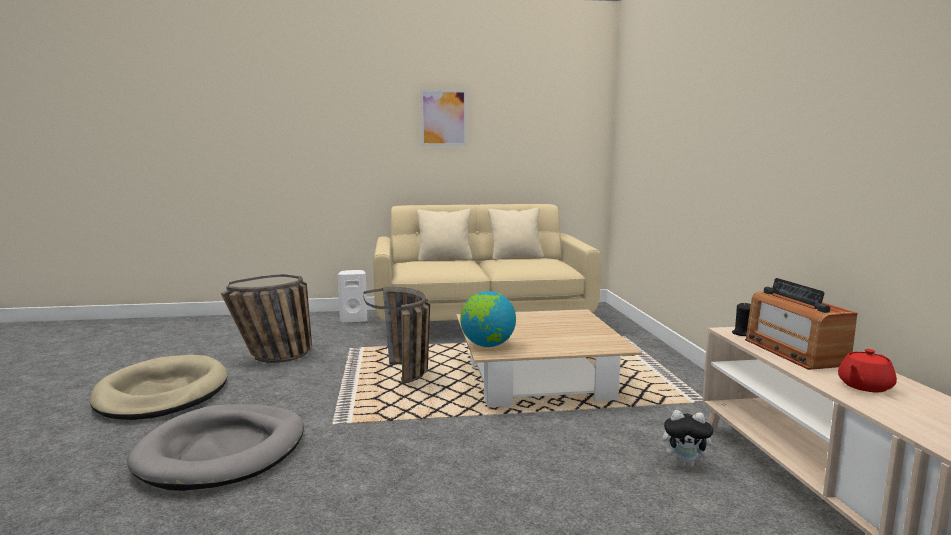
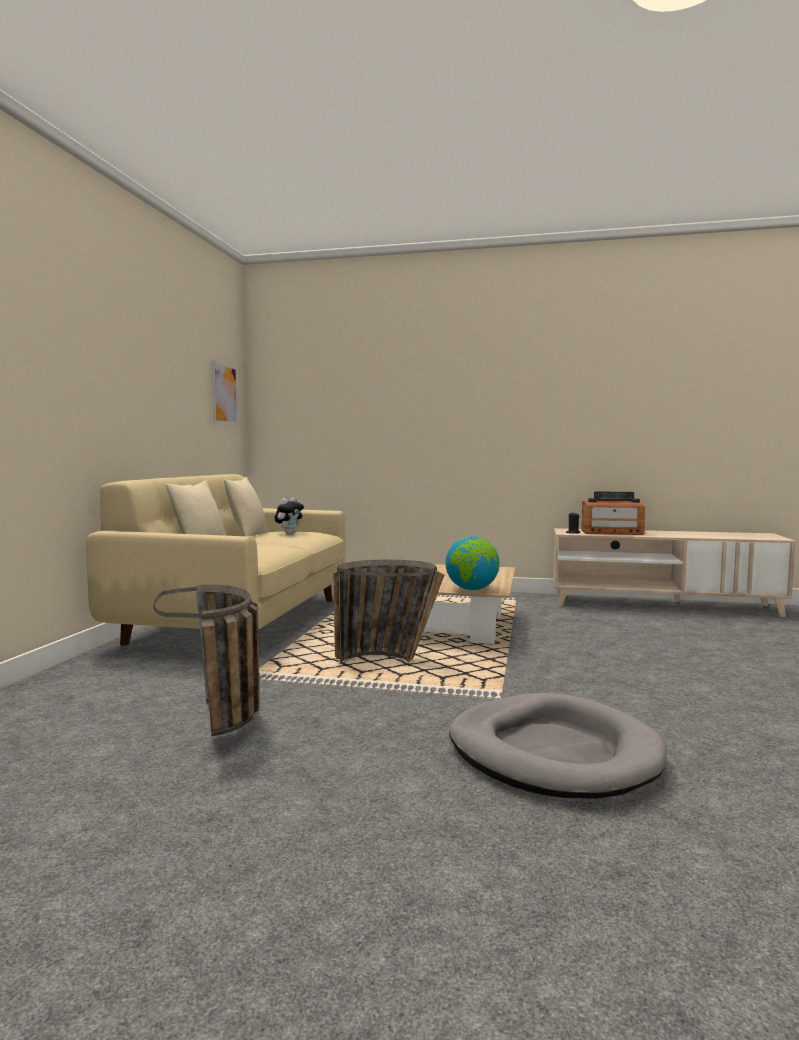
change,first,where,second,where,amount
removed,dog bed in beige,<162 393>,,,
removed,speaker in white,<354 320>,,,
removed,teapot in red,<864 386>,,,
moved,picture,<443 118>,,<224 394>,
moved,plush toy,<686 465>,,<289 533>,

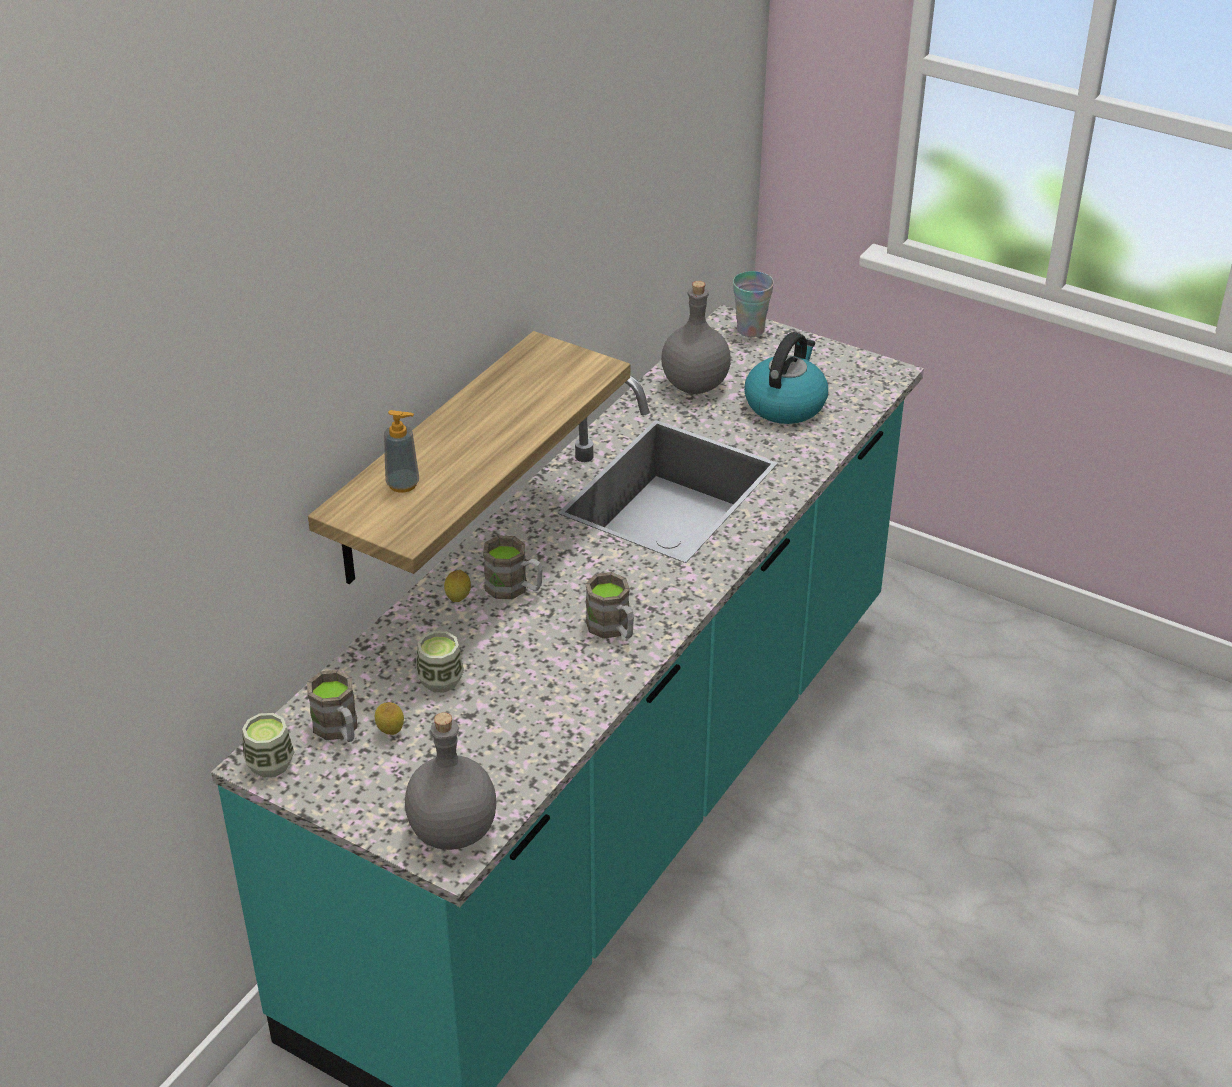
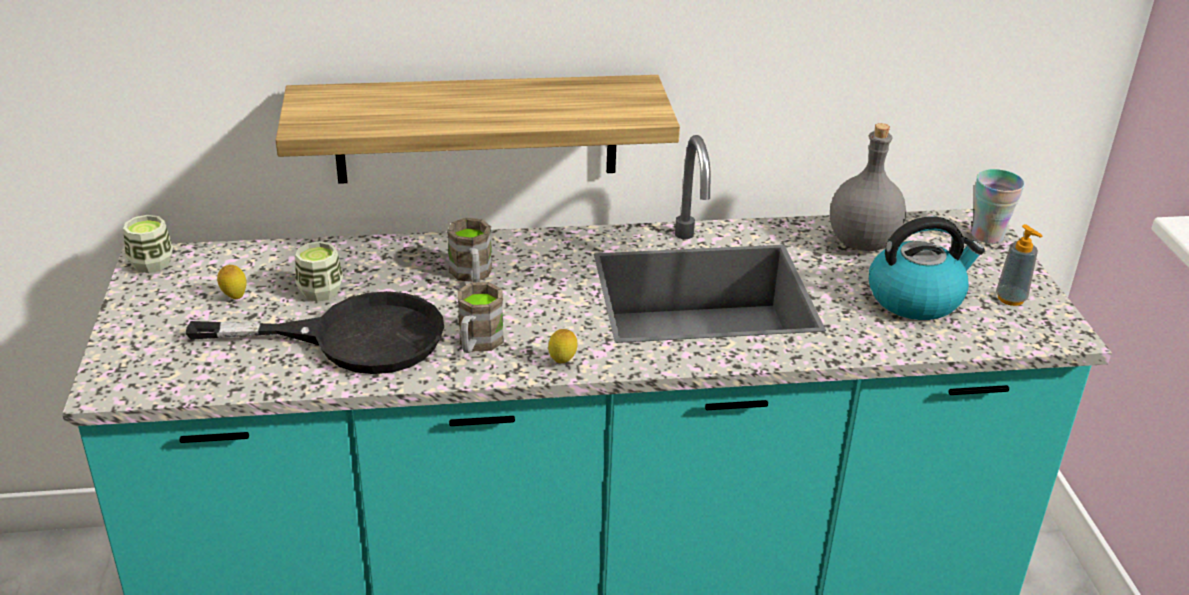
change,first,where,second,where,amount
removed,mug in brown,<339 730>,,,
removed,bottle in grey,<451 831>,,,
added,,,frying pan in black,<354 338>,
moved,soap dispenser,<403 484>,,<1010 298>,
moved,lemon,<458 600>,,<562 362>,

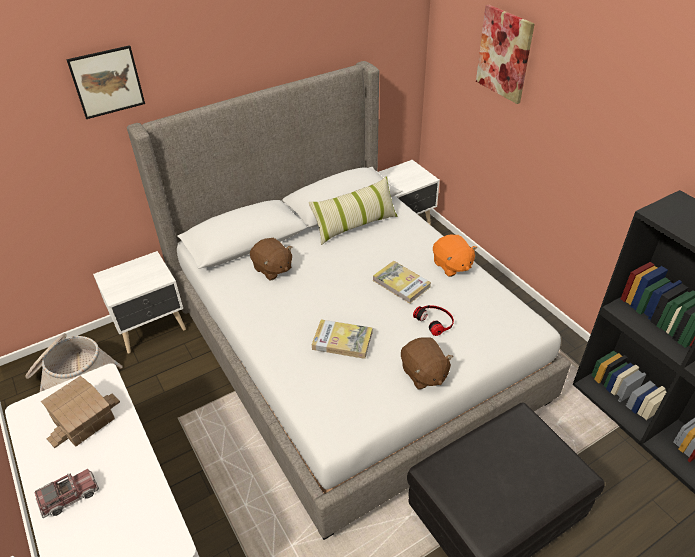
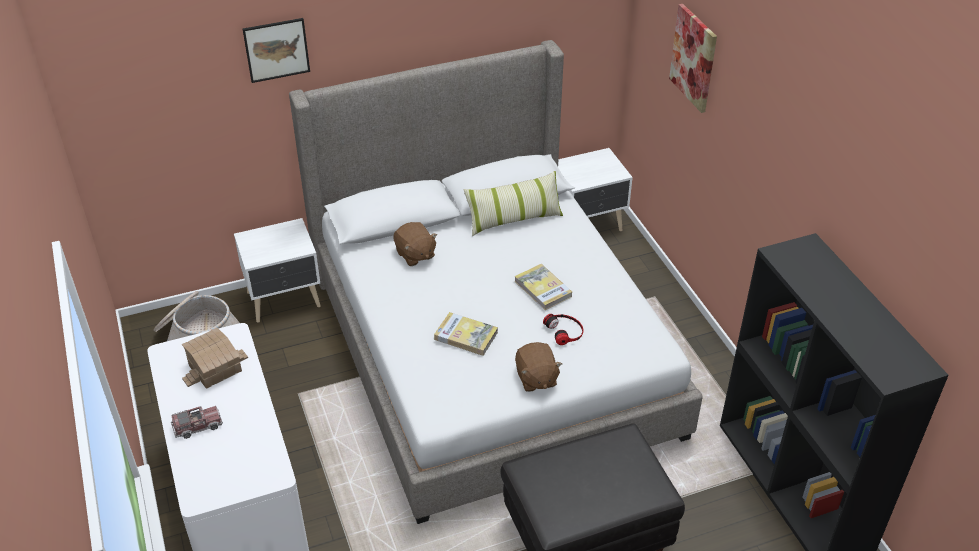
change,first,where,second,where,amount
removed,plush toy in orange,<452 266>,,,

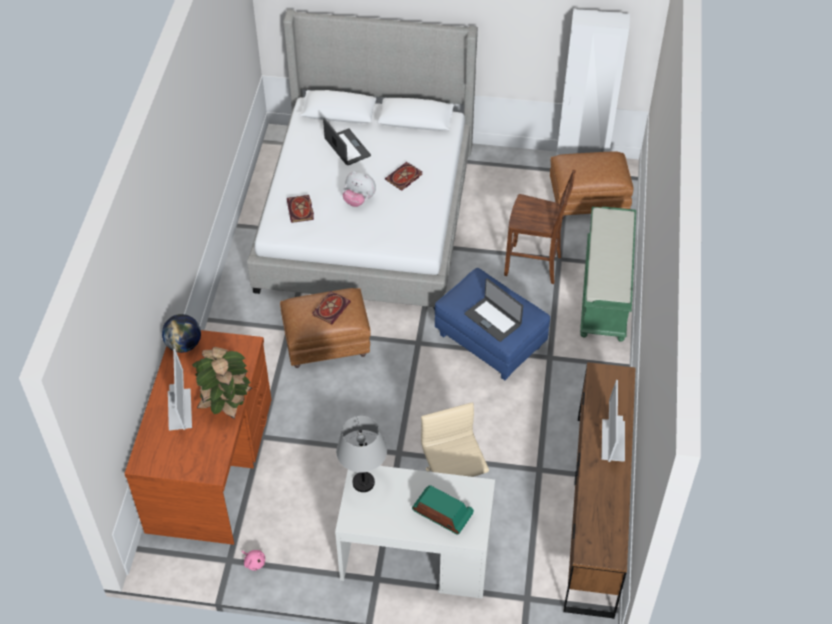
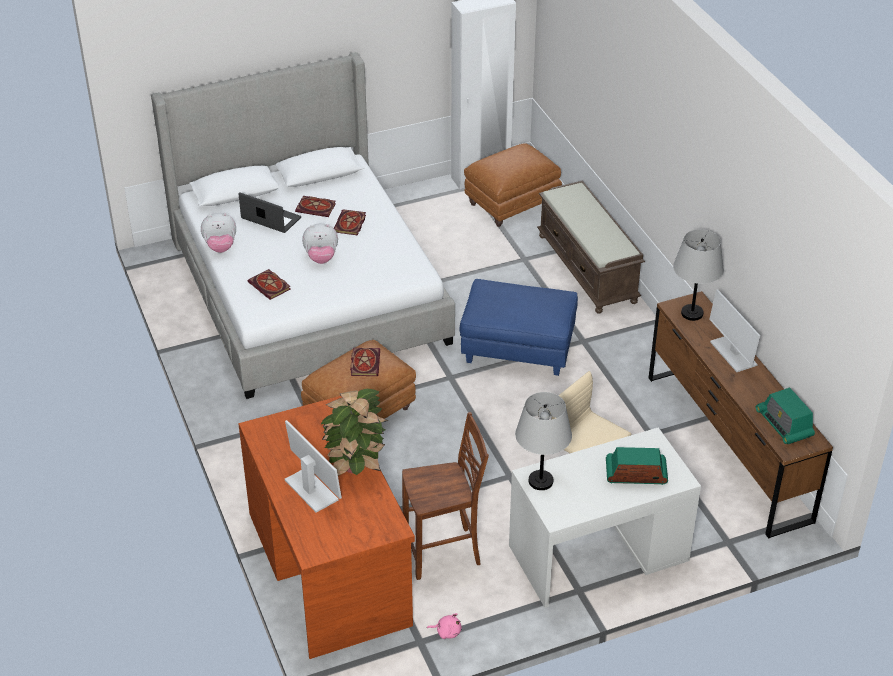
change,first,where,second,where,amount
removed,globe,<184 345>,,,
removed,laptop,<493 319>,,,
added,,,plush toy,<220 247>,
added,,,book,<317 208>,
added,,,table lamp in grey,<692 313>,
added,,,radio,<784 425>,
moved,chair in brown,<534 266>,,<444 552>,
recoloured,bench in green,<606 290>,bench in brown,<588 269>,

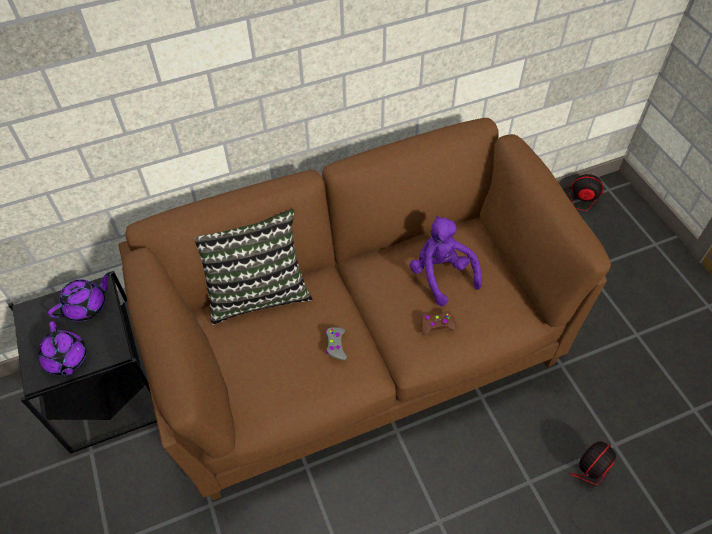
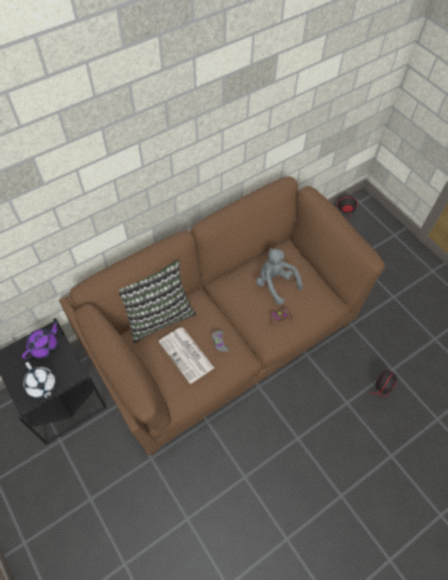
change,first,where,second,where,amount
added,,,newspaper,<187 355>,
recoloured,teapot in purple,<66 360>,teapot in white,<42 385>,
recoloured,plush toy in purple,<441 275>,plush toy in grey,<275 284>,

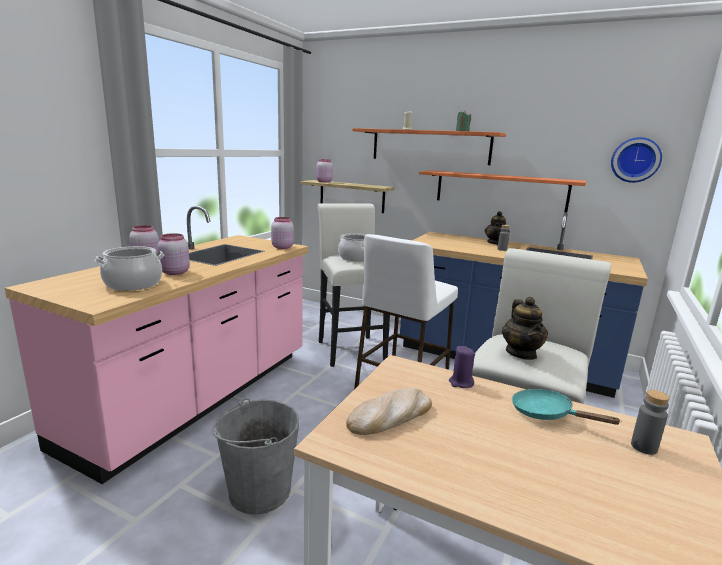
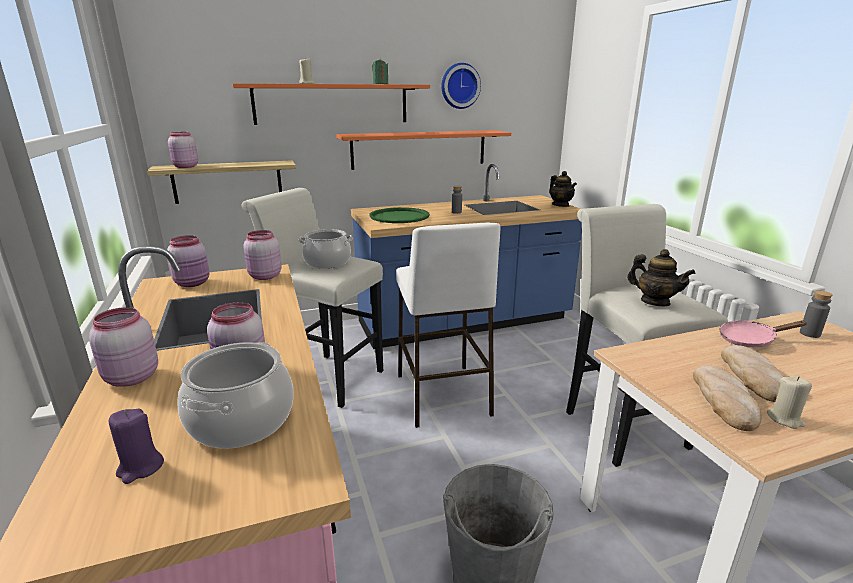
change,first,where,second,where,amount
added,,,jar in pink,<193 283>,
added,,,tray in green,<399 216>,
added,,,bread,<753 376>,
added,,,candle in beige,<785 419>,
moved,candle in purple,<461 383>,,<140 468>,
moved,teapot,<495 243>,,<560 205>,
moved,wall clock,<635 160>,,<459 86>,
recoloured,frying pan in turquoise,<547 414>,frying pan in pink,<750 340>,

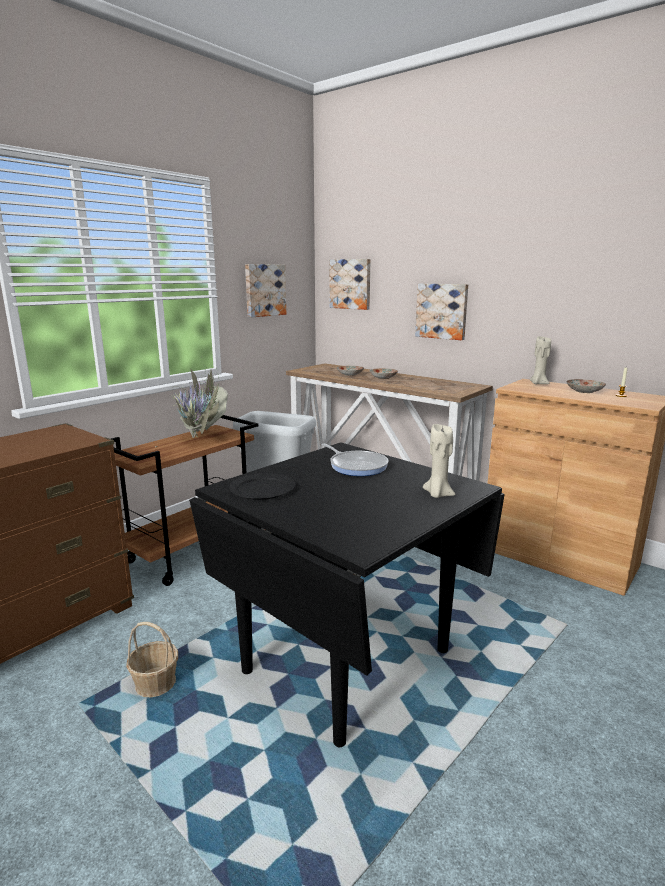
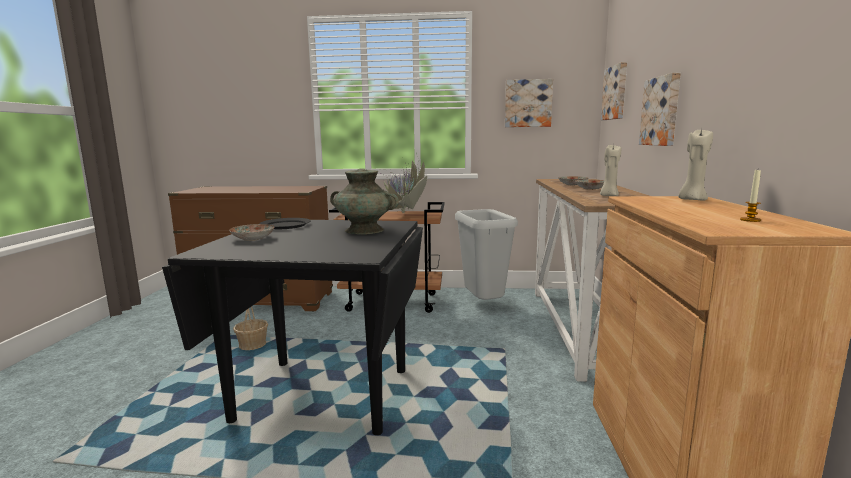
change,first,where,second,where,amount
moved,candle in beige,<437 494>,,<608 196>,
moved,plate,<584 391>,,<253 238>,
replaced,frying pan,<356 466>,vase in turquoise,<364 230>,

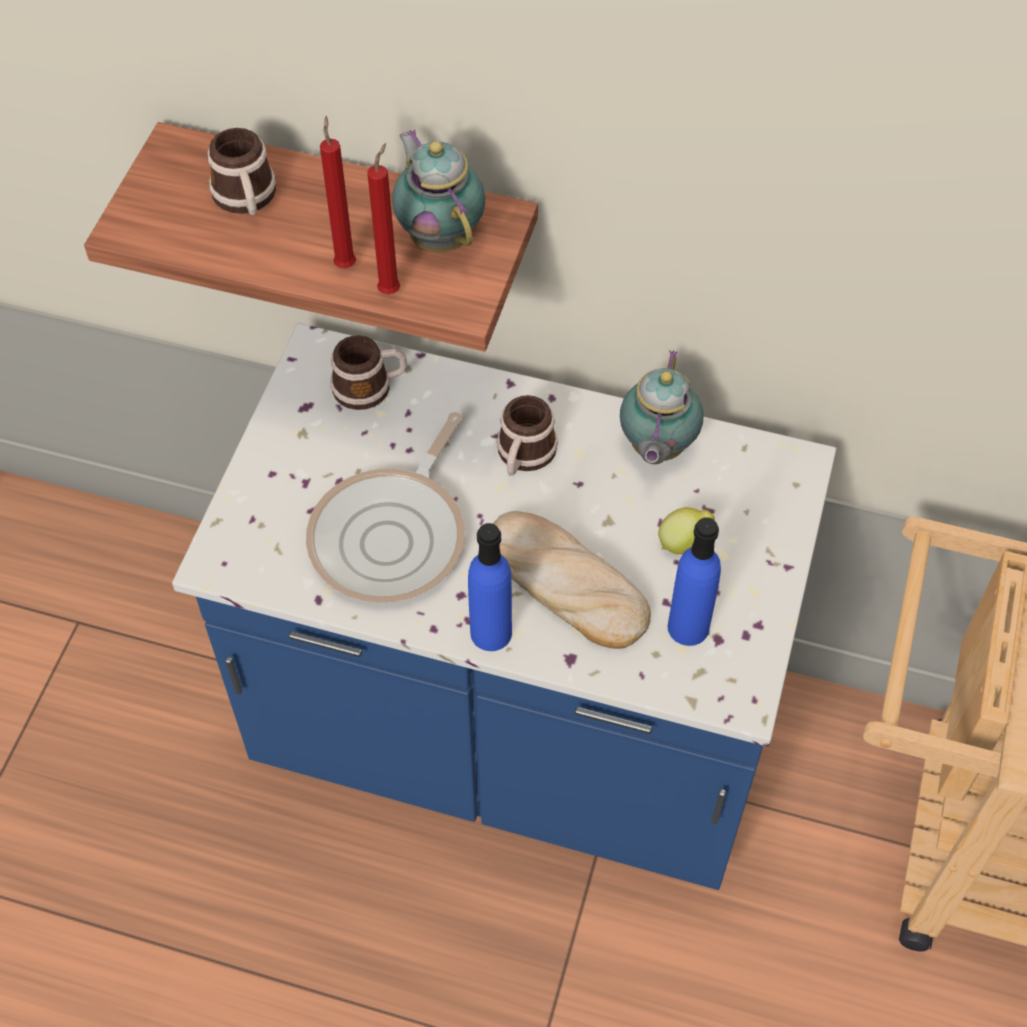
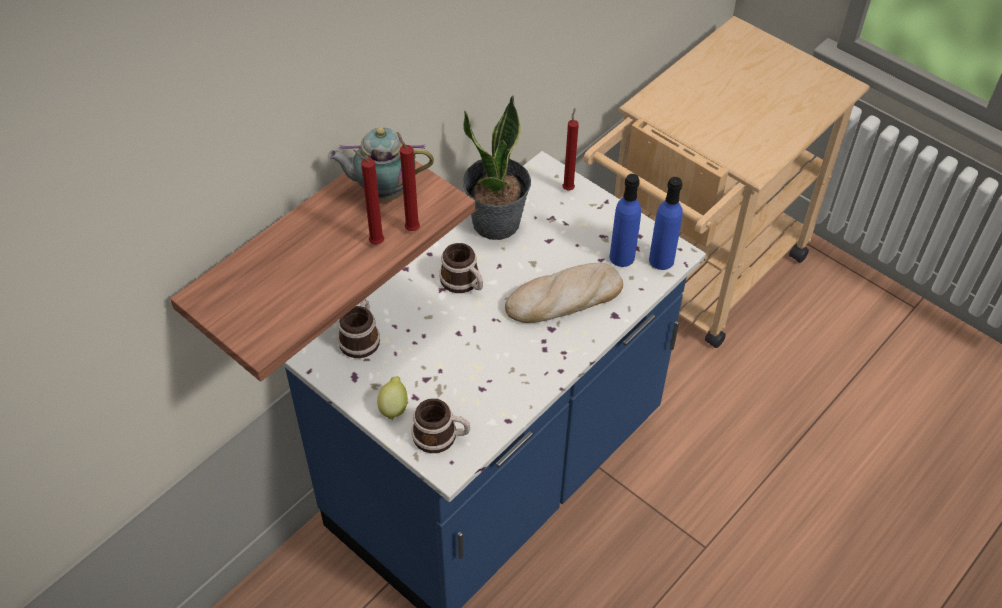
change,first,where,second,where,amount
removed,frying pan,<393 536>,,,
added,,,candle in red,<568 188>,
moved,mug,<246 199>,,<441 436>,
moved,bottle in blue,<491 632>,,<661 260>,
moved,lemon,<684 543>,,<394 407>,
replaced,teapot,<655 449>,potted plant,<496 223>,

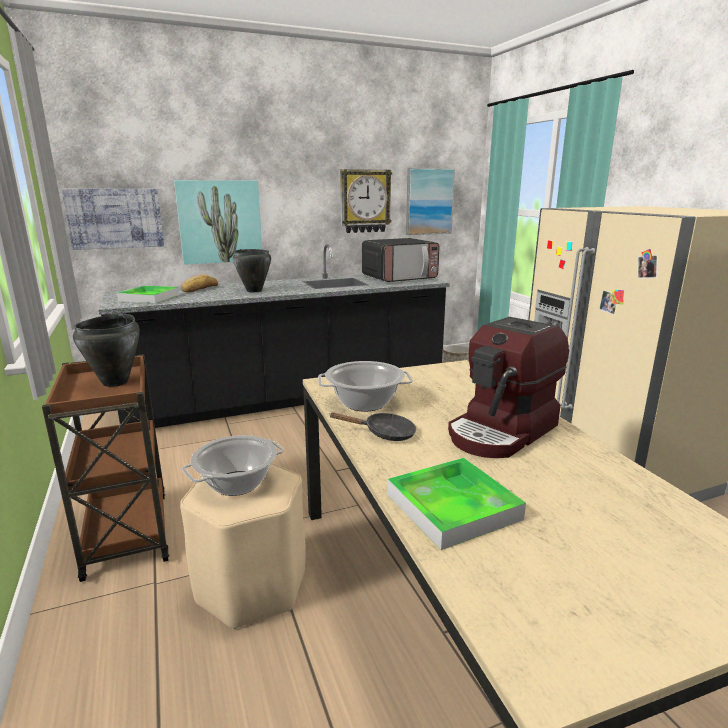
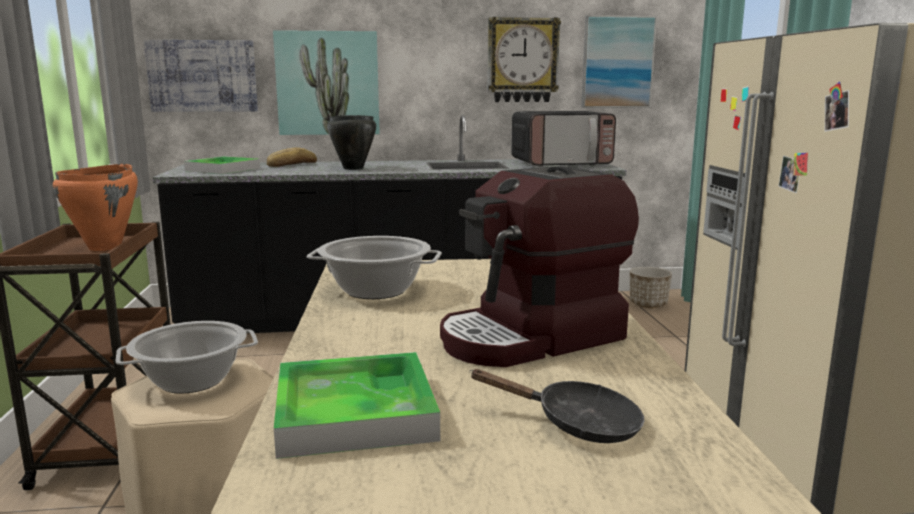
change,first,where,second,where,amount
moved,frying pan in black,<384 433>,,<577 424>,
recoloured,cooking pot in black,<116 382>,cooking pot in orange,<105 247>,

